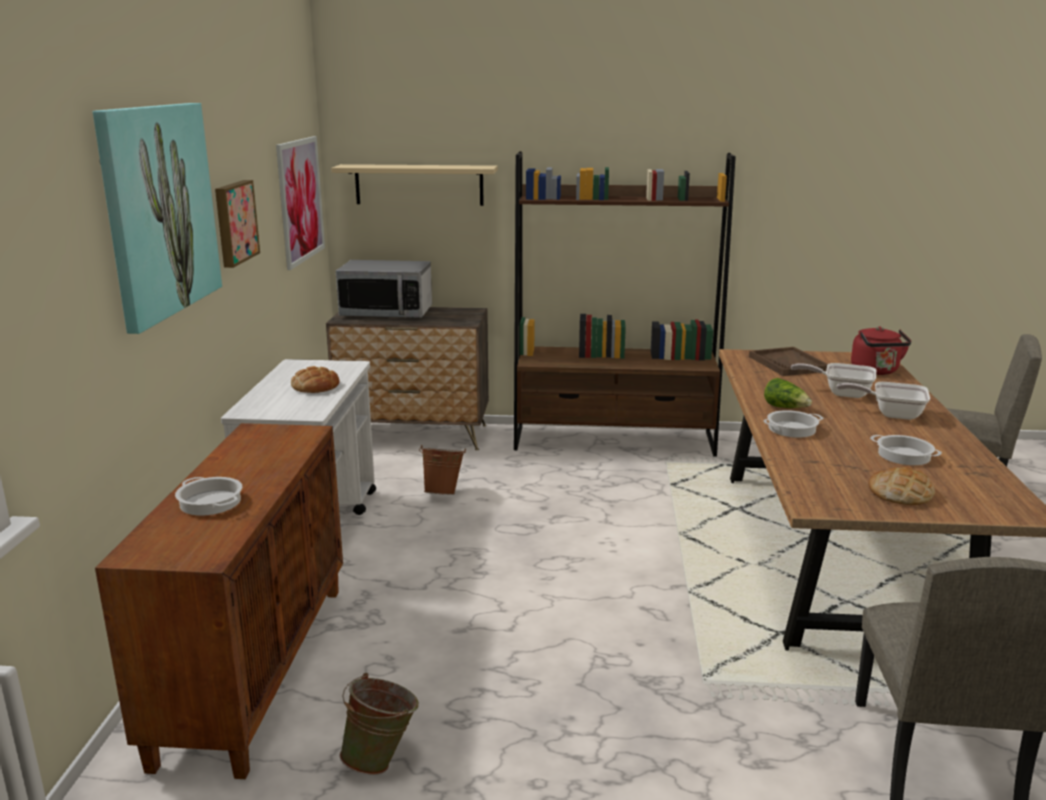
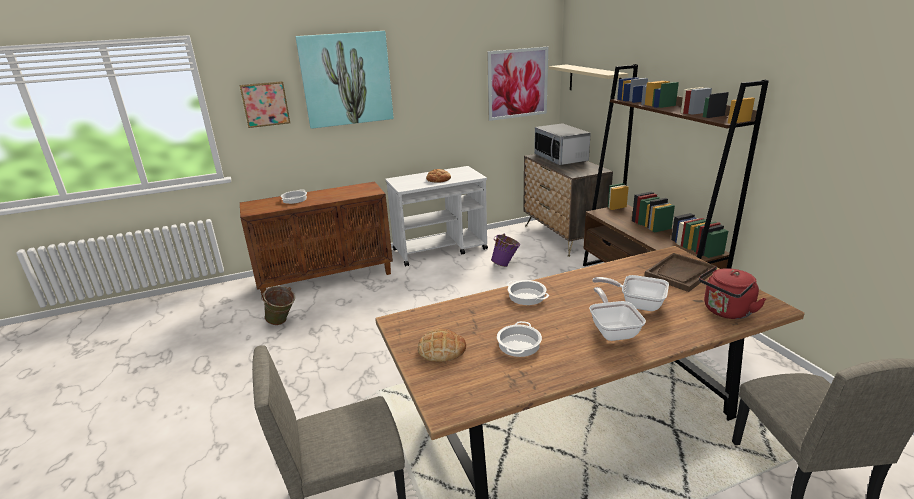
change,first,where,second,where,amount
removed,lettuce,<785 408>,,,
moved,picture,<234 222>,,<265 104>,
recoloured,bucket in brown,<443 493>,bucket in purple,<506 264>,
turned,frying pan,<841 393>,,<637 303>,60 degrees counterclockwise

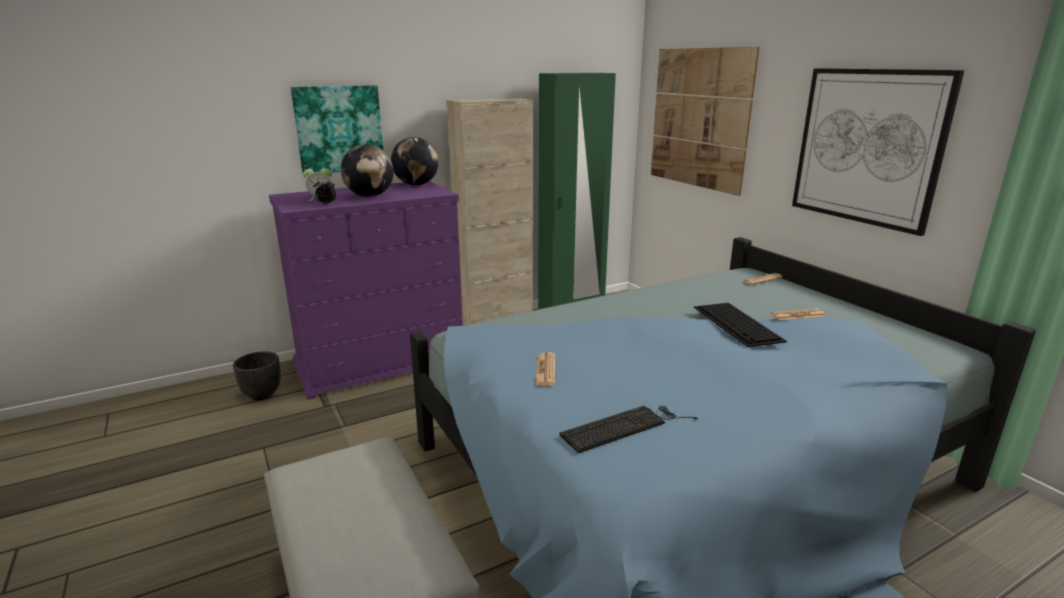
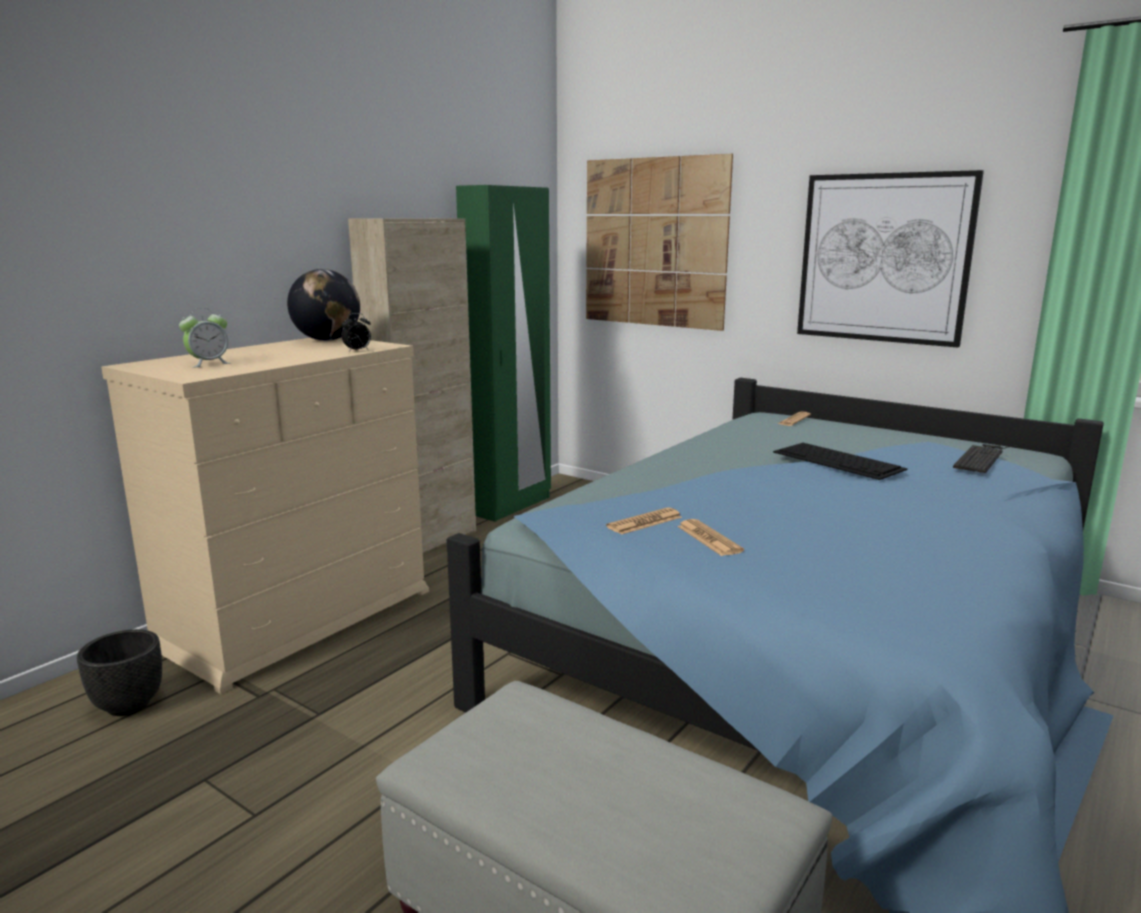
change,first,where,second,where,amount
removed,picture,<339 129>,,,
removed,globe,<369 196>,,,
moved,alarm clock,<326 205>,,<358 351>,
moved,keyboard,<625 427>,,<982 457>,
moved,newspaper,<797 315>,,<644 522>,
recoloured,dresser in purple,<381 361>,dresser in beige,<296 617>,

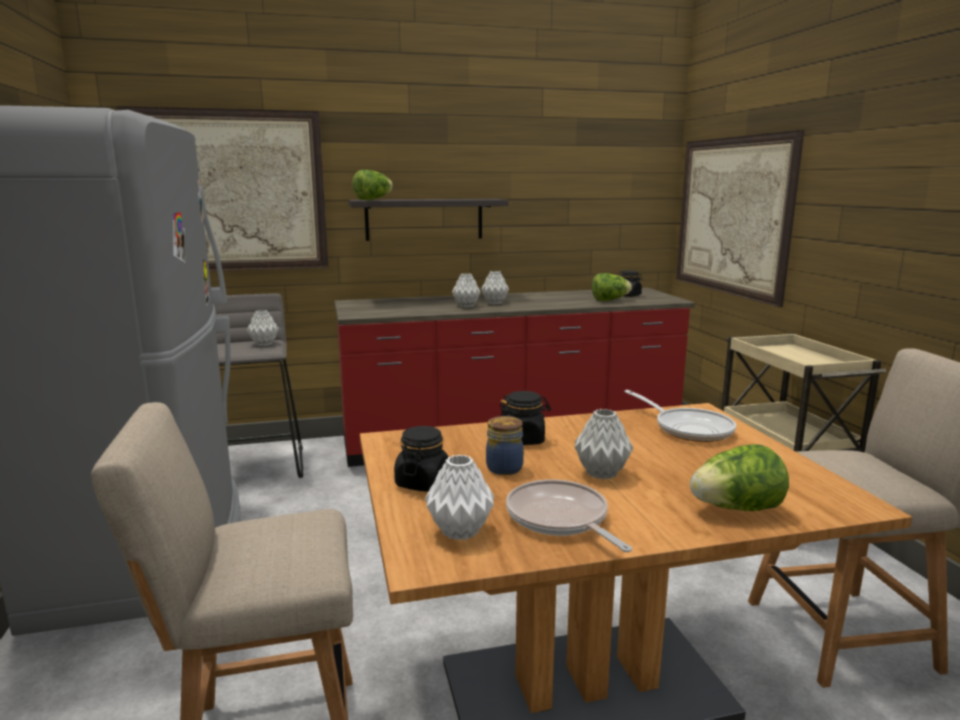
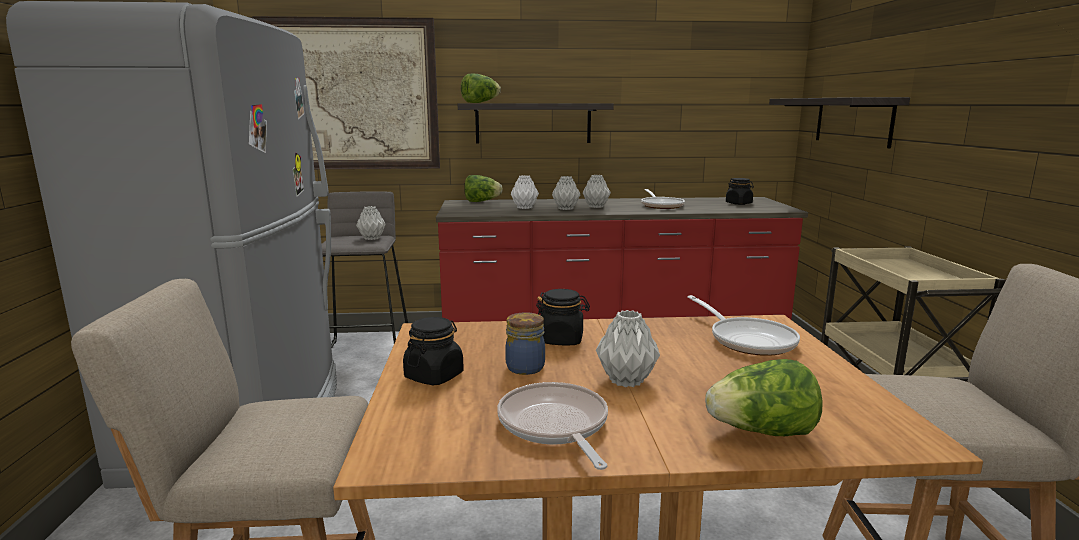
change,first,where,second,where,amount
added,,,frying pan,<661 205>,
moved,vase in white,<459 532>,,<524 208>,
moved,lettuce,<609 300>,,<482 201>,
replaced,picture,<732 216>,shelf,<853 121>,

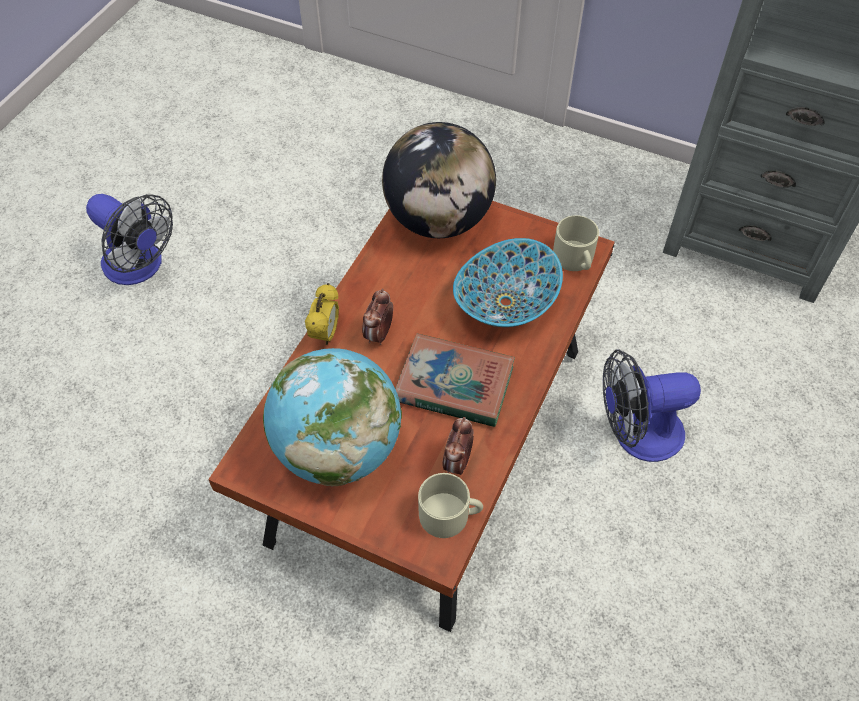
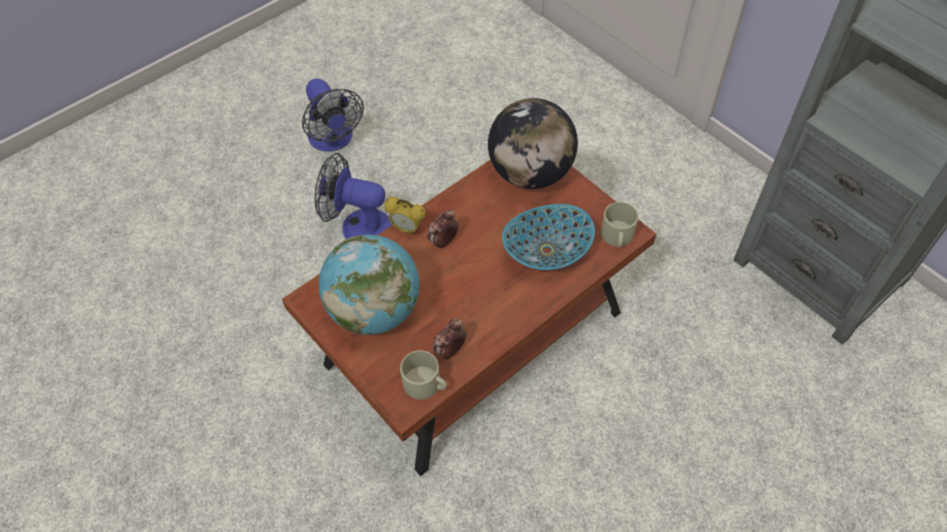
change,first,where,second,where,amount
removed,book,<454 385>,,,
moved,fan,<636 434>,,<358 226>,
turned,alarm clock,<325 334>,,<407 229>,75 degrees clockwise

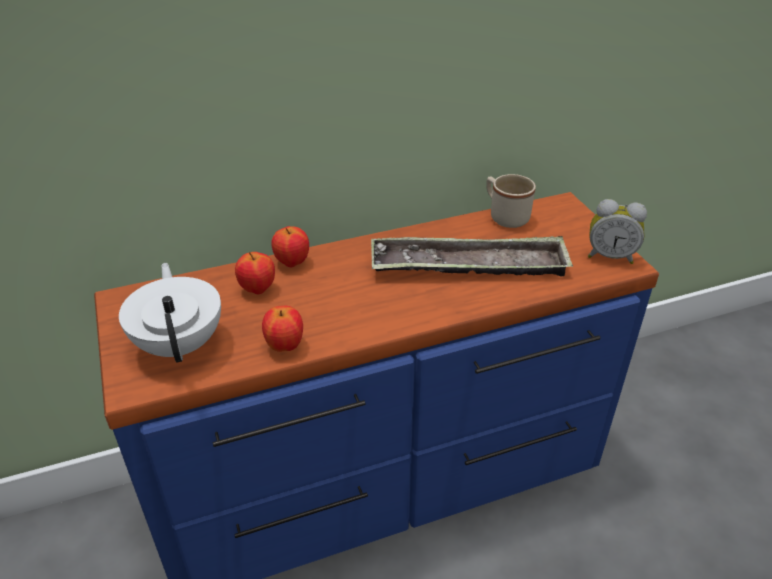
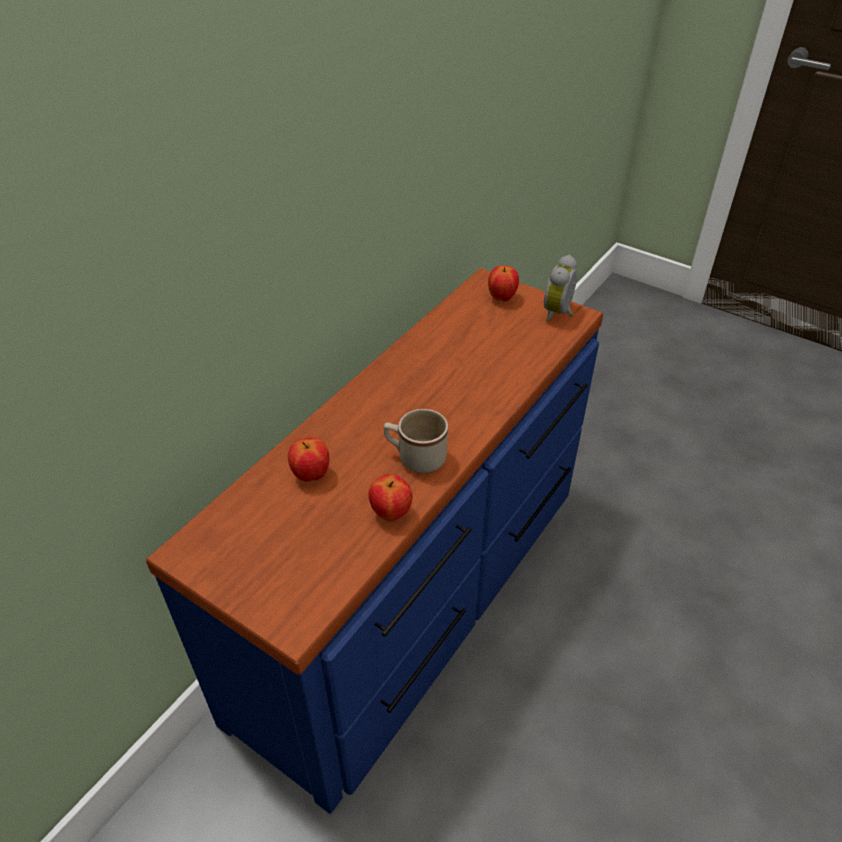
change,first,where,second,where,amount
removed,teapot in white,<180 343>,,,
removed,tray,<469 266>,,,
moved,apple,<292 263>,,<502 297>,
moved,mug in beige,<505 216>,,<415 457>,
turned,alarm clock,<610 256>,,<560 313>,135 degrees clockwise

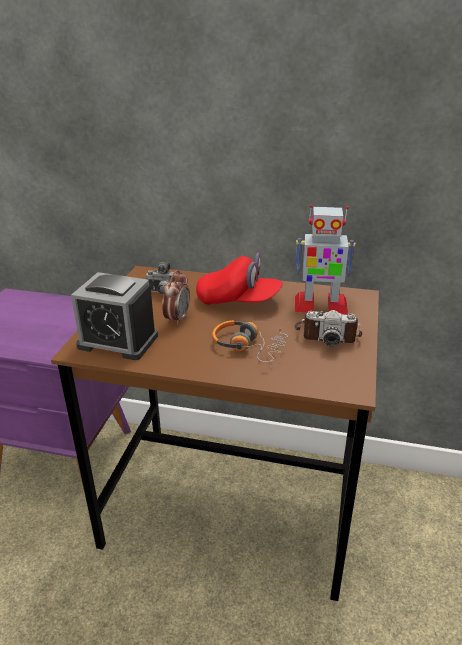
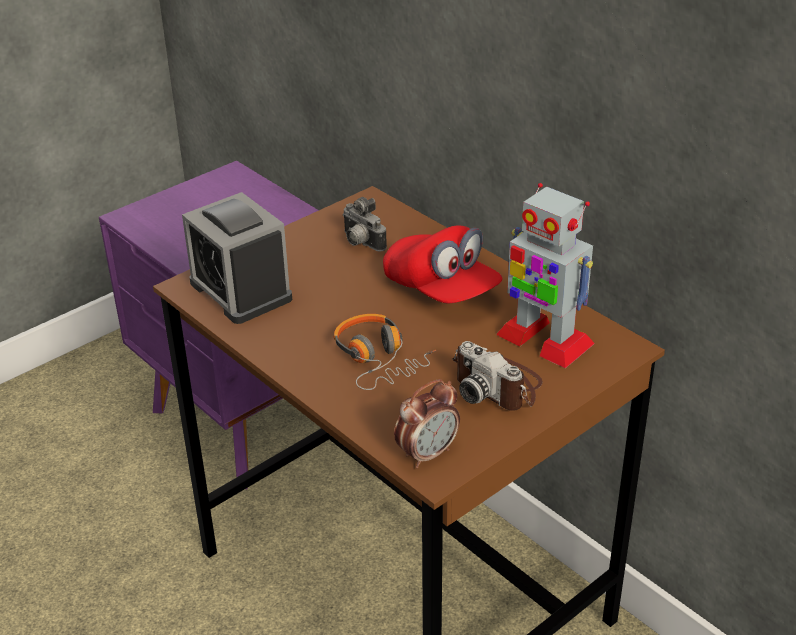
change,first,where,second,where,amount
moved,alarm clock,<177 319>,,<427 454>,

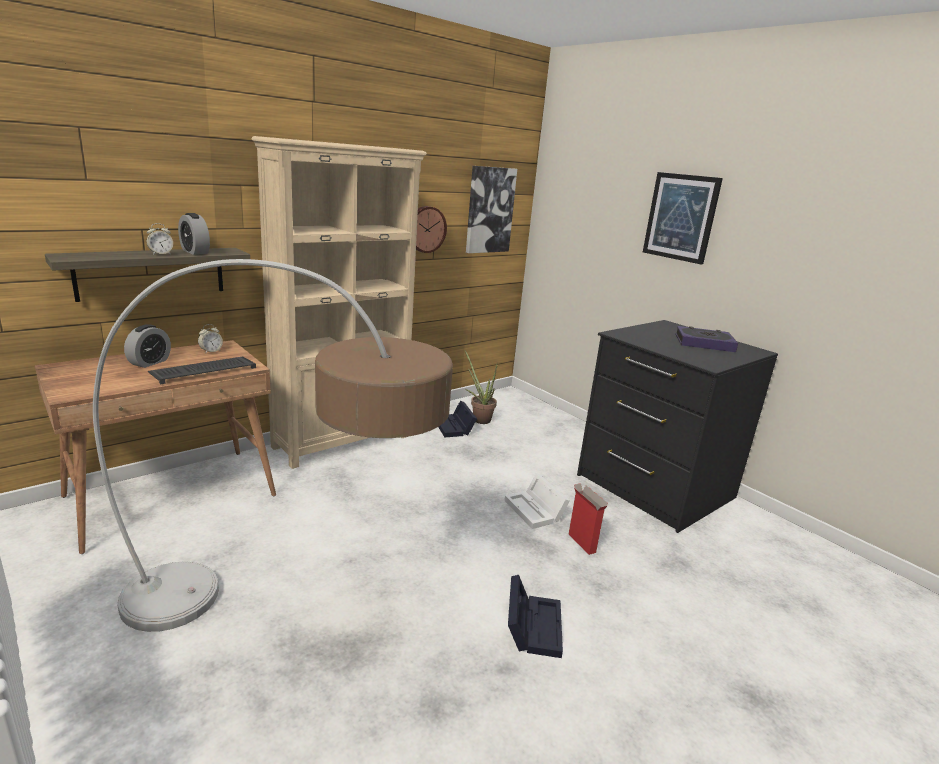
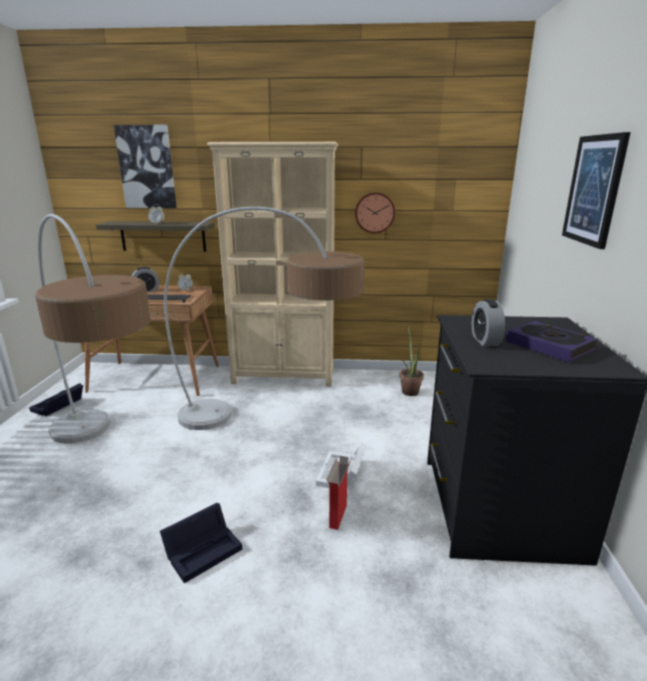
change,first,where,second,where,amount
added,,,floor lamp,<274 423>,
moved,alarm clock,<195 252>,,<485 340>,
moved,storage box in black,<454 427>,,<58 406>,
moved,picture,<489 210>,,<147 167>,

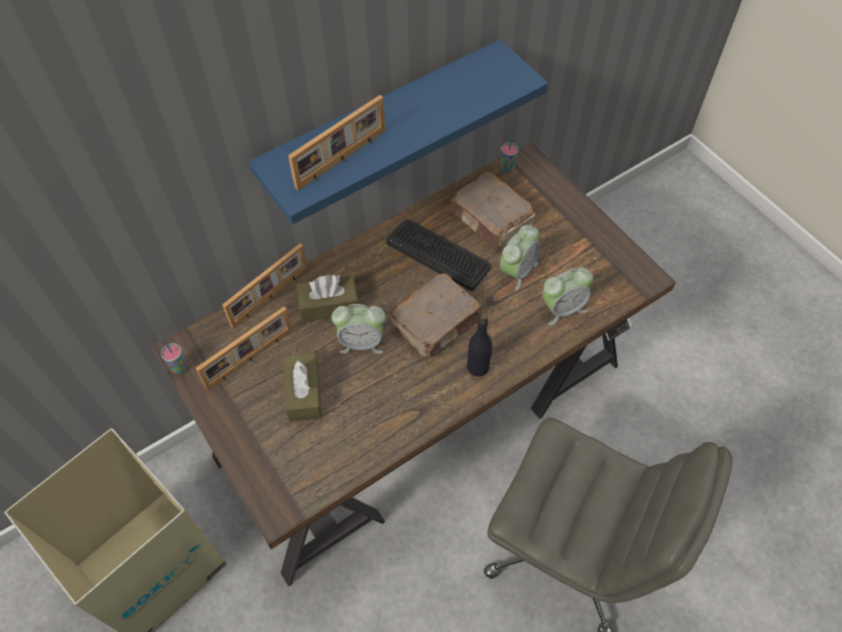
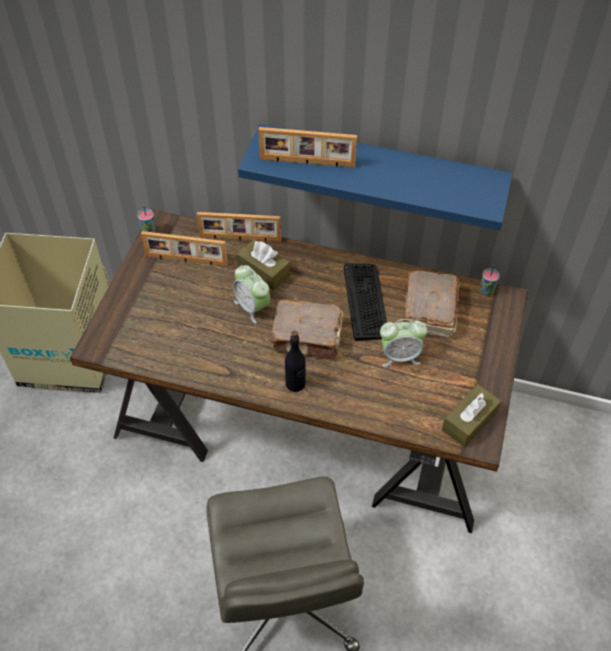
change,first,where,second,where,amount
removed,alarm clock,<562 309>,,,
moved,tissue box in brown,<304 393>,,<469 421>,

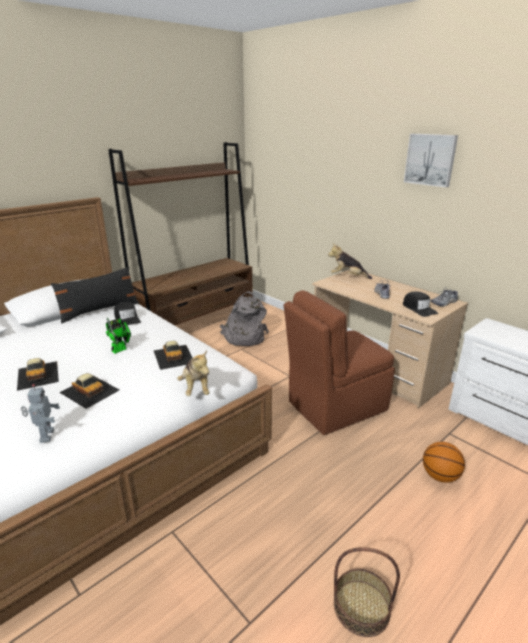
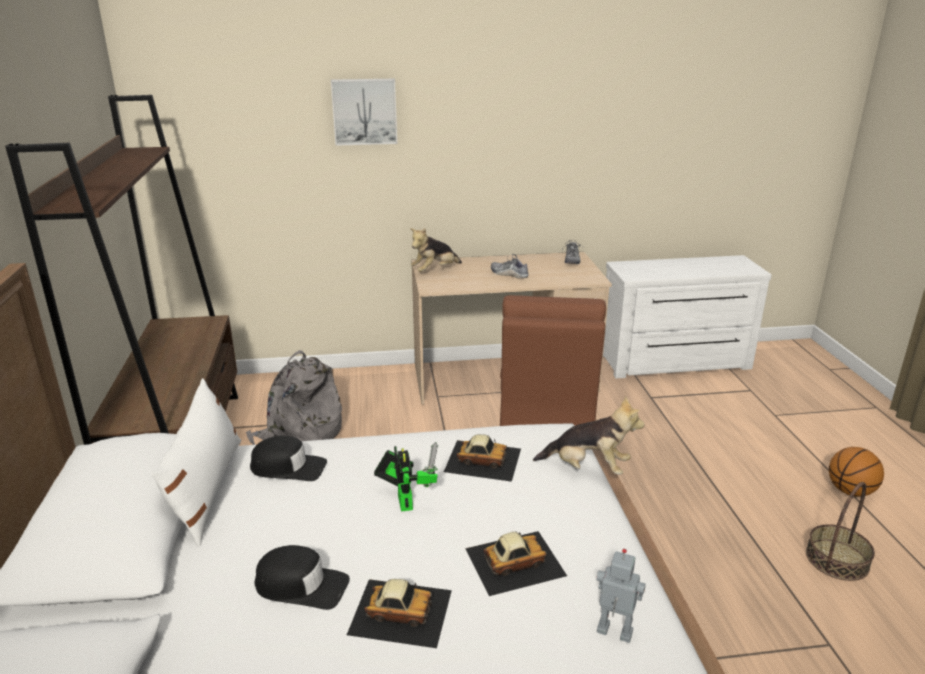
change,first,where,second,where,amount
moved,cap in black,<419 308>,,<301 585>,
moved,picture,<430 159>,,<364 111>,
moved,basketball,<439 476>,,<850 491>,
recoloured,pillow in black,<99 310>,pillow in white,<207 489>,

